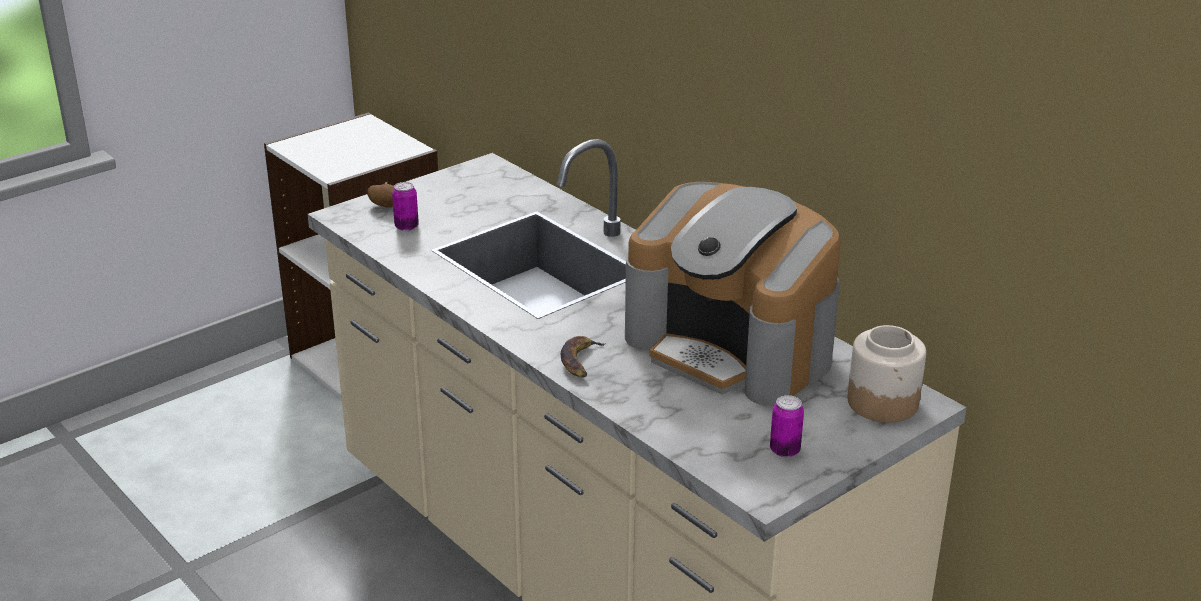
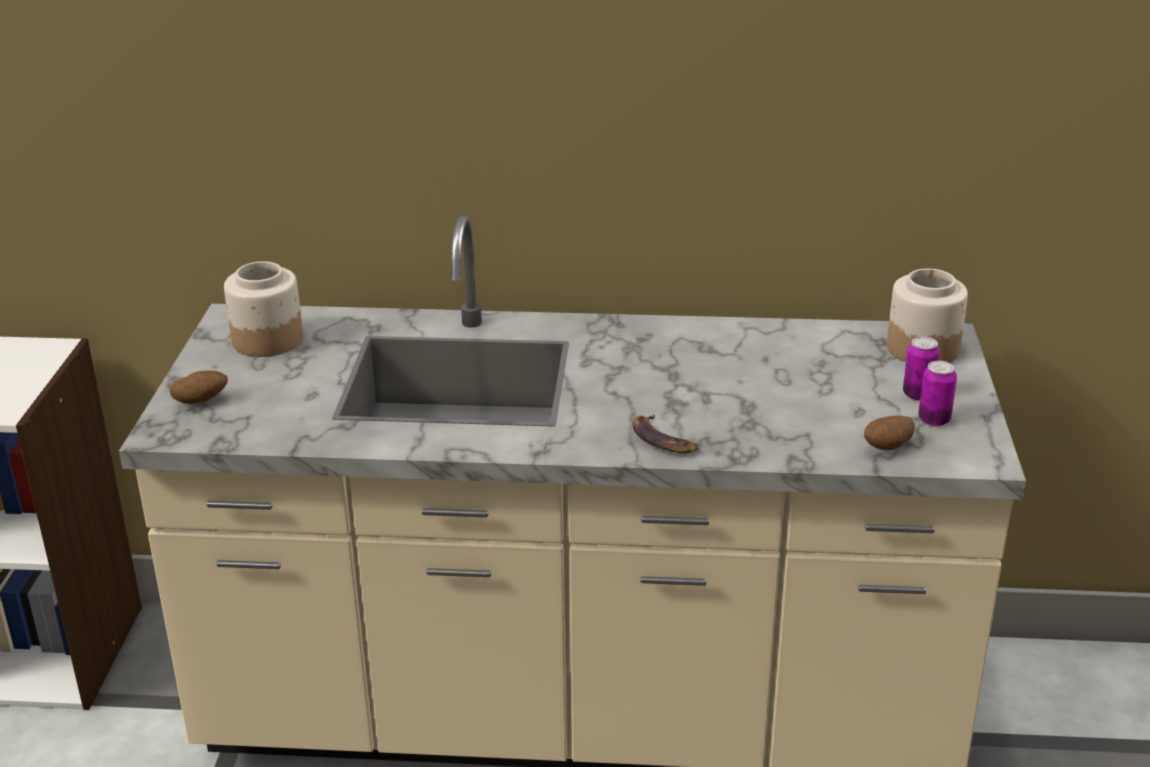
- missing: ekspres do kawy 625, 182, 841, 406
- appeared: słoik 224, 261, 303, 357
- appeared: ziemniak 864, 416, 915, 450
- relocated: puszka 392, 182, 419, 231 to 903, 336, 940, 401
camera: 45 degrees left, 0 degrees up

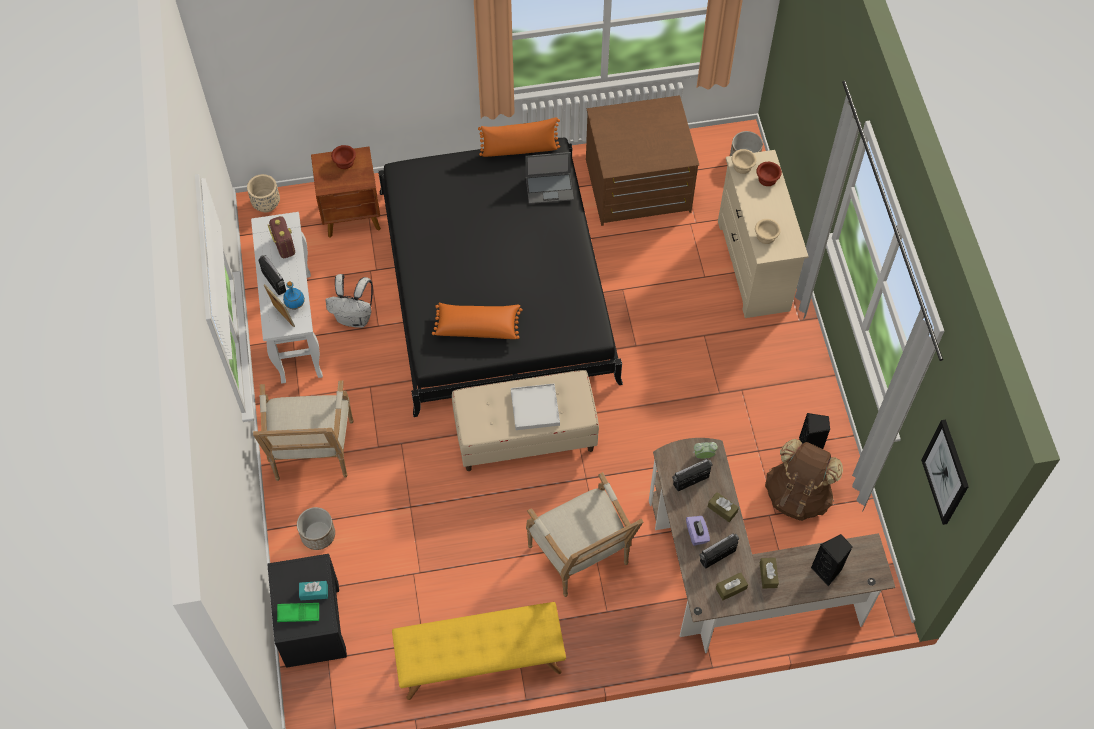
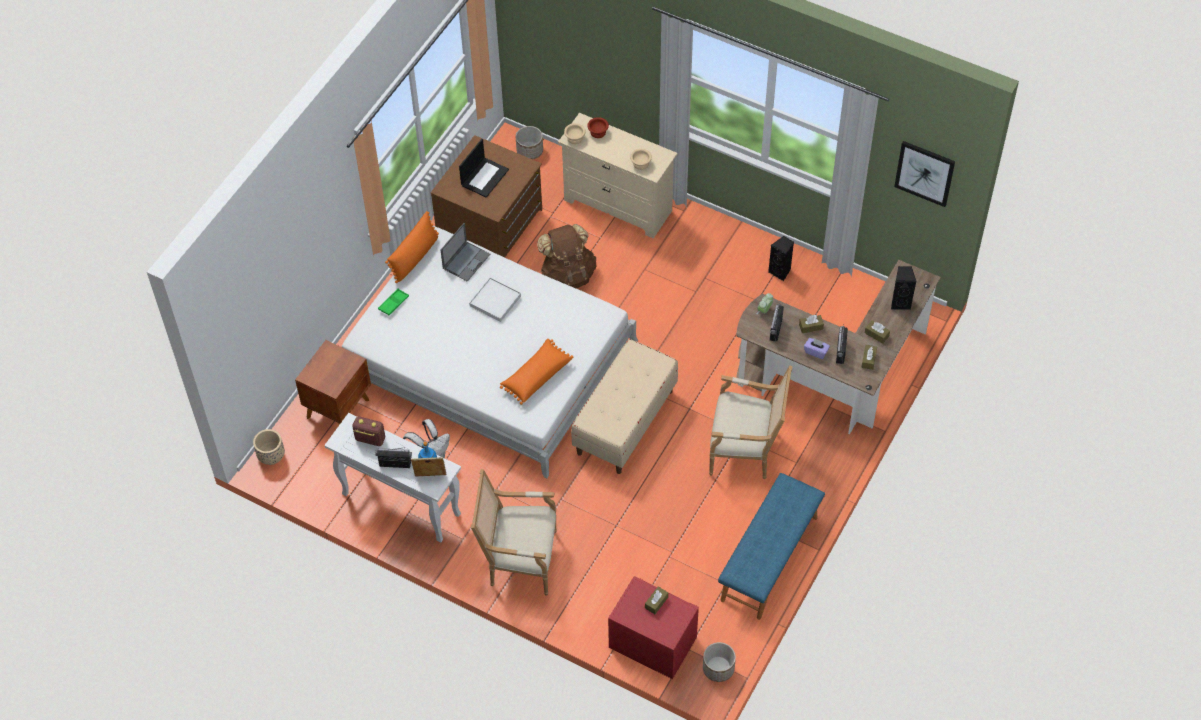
- missing: miska/brązowy 331, 145, 356, 169
- appeared: laptop 459, 139, 509, 198
- relocated: taca/zielony 277, 603, 319, 622 to 378, 289, 409, 315
- relocated: donica 297, 507, 335, 550 to 703, 642, 736, 682
- relocated: taca/biały 511, 384, 560, 430 to 469, 278, 521, 322
- relocated: plecak/brązowy 765, 439, 843, 521 to 537, 224, 597, 288
- colour: szafka nocna/czarny 267, 554, 347, 668 to szafka nocna/czerwony 608, 576, 699, 679
- colour: pudełko chusteczek/turkusowy 299, 581, 328, 600 to pudełko chusteczek/brązowy 645, 587, 668, 614
- colour: łóżko/czarny 378, 138, 623, 417 to łóżko/biały 342, 226, 638, 478
- colour: ławka/żółty 392, 602, 566, 700 to ławka/niebieski 718, 473, 825, 620
- spun: fotel 253, 380, 353, 481 = 471, 469, 557, 595 150 degrees clockwise
camera: 50 degrees left, 5 degrees down

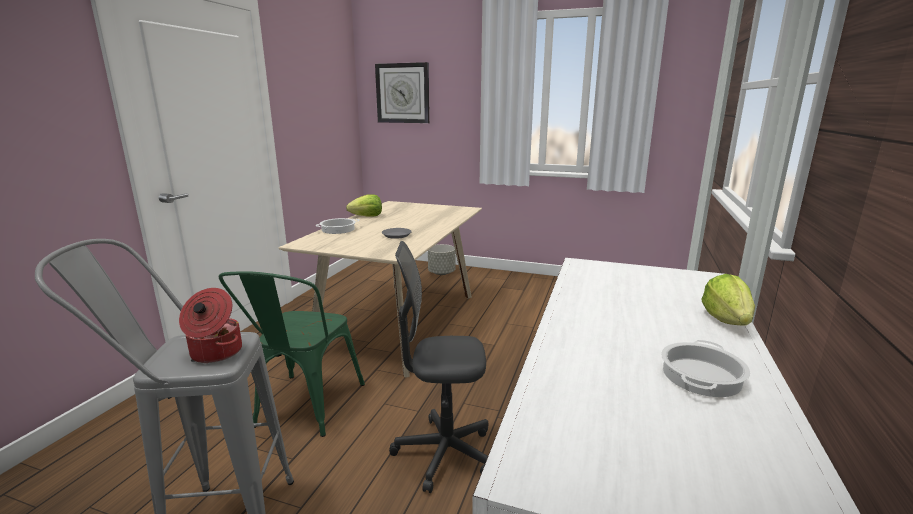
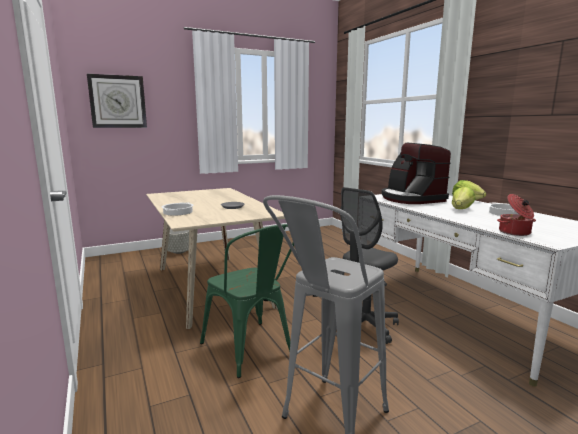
- appeared: ekspres do kawy 382, 143, 451, 204
- relocated: garnek 179, 288, 242, 363 to 497, 194, 536, 236
- relocated: sałata 346, 194, 382, 217 to 452, 186, 476, 209
camera: 45 degrees left, 5 degrees down

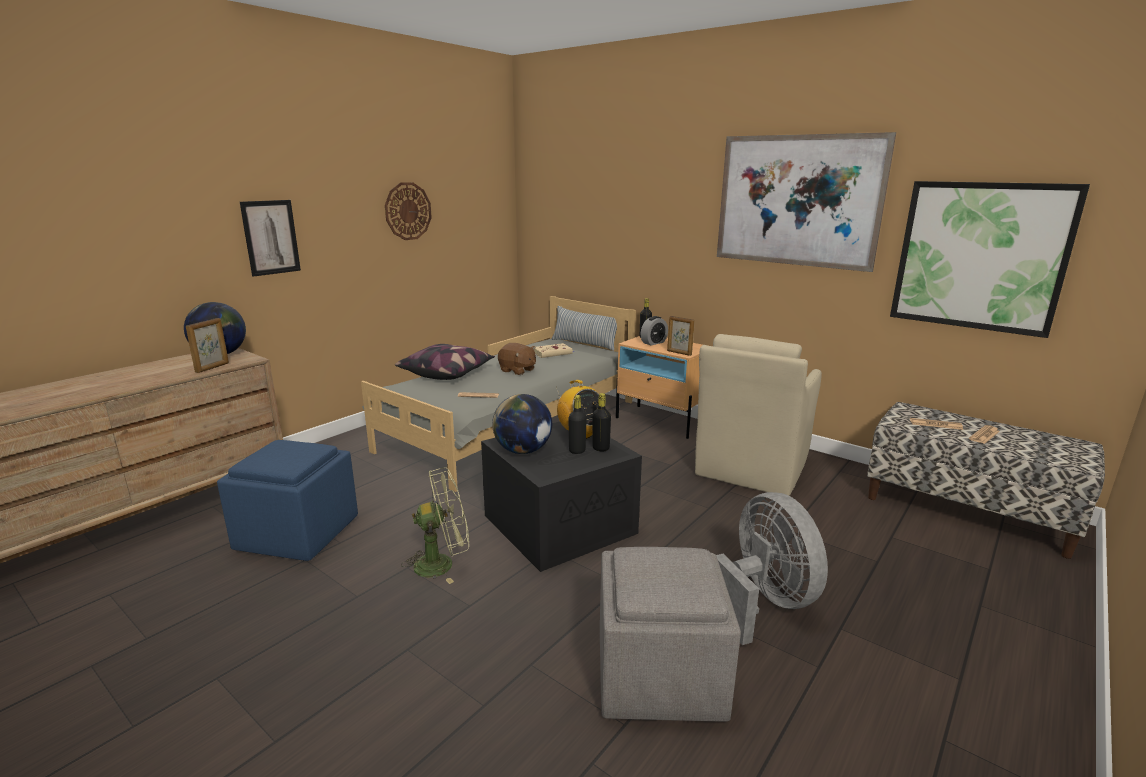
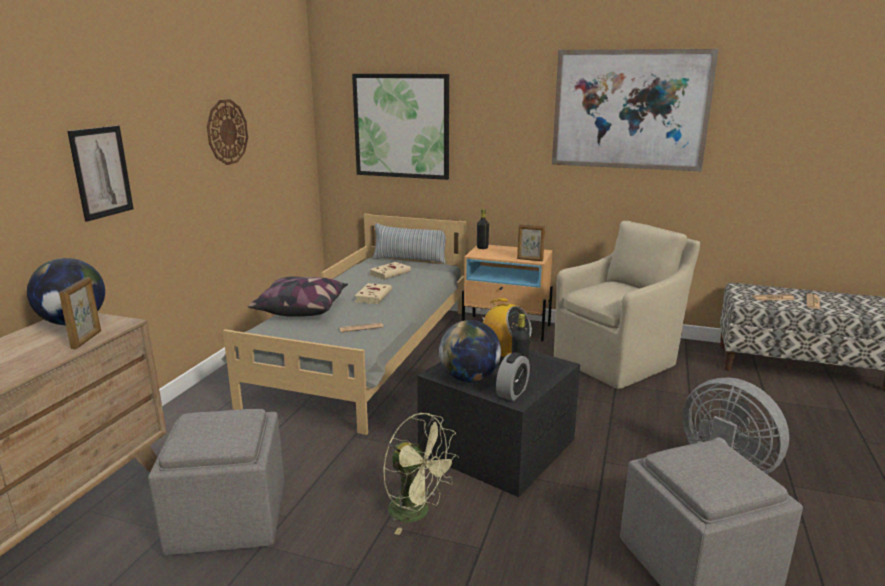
- missing: butelka/czarny 592, 393, 611, 451
- relocated: budzik 641, 316, 668, 345 to 496, 352, 530, 401
- relocated: obraz 890, 181, 1090, 338 to 352, 74, 449, 180
- exchanged: pluszak/brązowy 498, 343, 536, 375 to książka/beżowy 355, 283, 392, 304
- colour: pufa/niebieski 217, 440, 358, 561 to pufa/szary 148, 409, 284, 555
- spun: wentylator/zielony 401, 467, 469, 584 = 383, 413, 459, 535 75 degrees clockwise
- spun: fotel/beżowy 695, 334, 822, 496 = 554, 221, 700, 389 135 degrees counterclockwise
camera: 20 degrees left, 0 degrees up

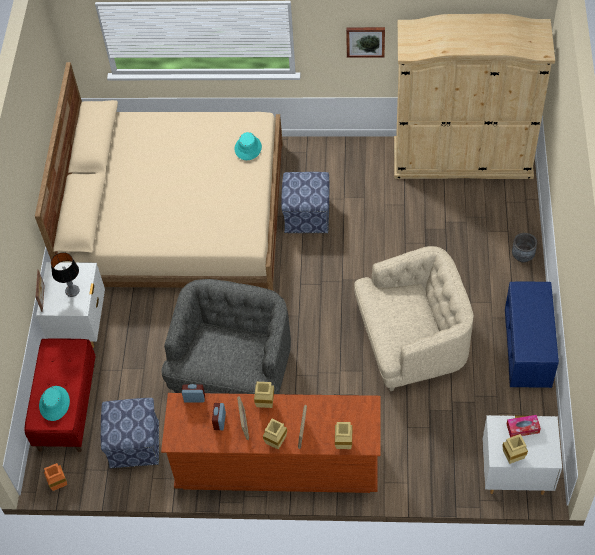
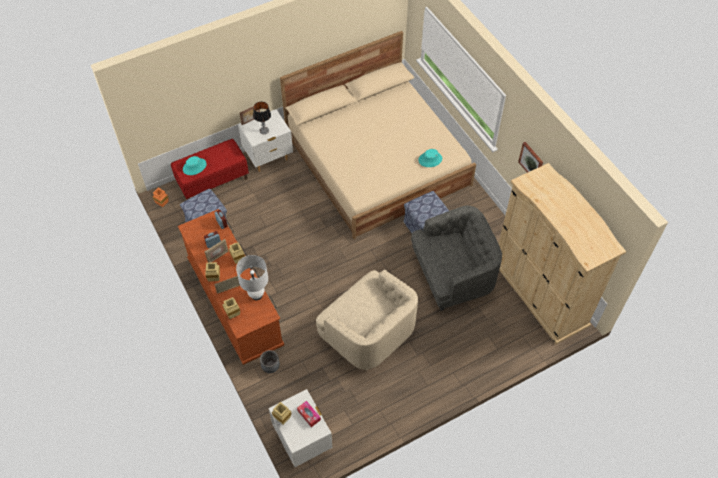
- missing: ławka/niebieski 505, 282, 559, 388
- appeared: lampa stołowa/biały 236, 255, 268, 300
- relocated: fotel/szary 161, 279, 291, 394 to 411, 206, 502, 311
- relocated: donica/szary 512, 233, 537, 263 to 260, 350, 280, 373
camera: 55 degrees right, 0 degrees up

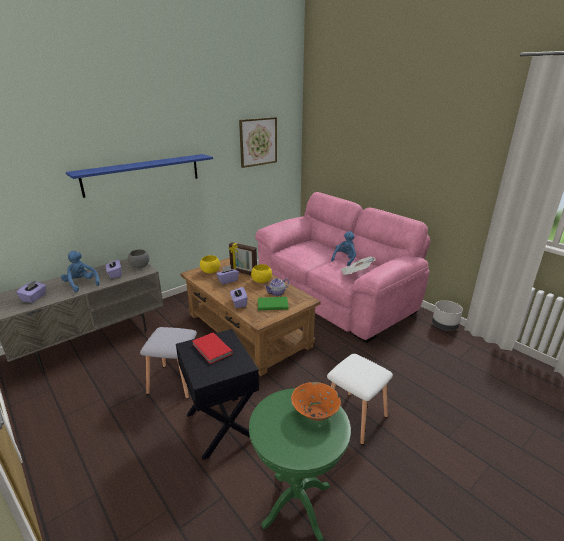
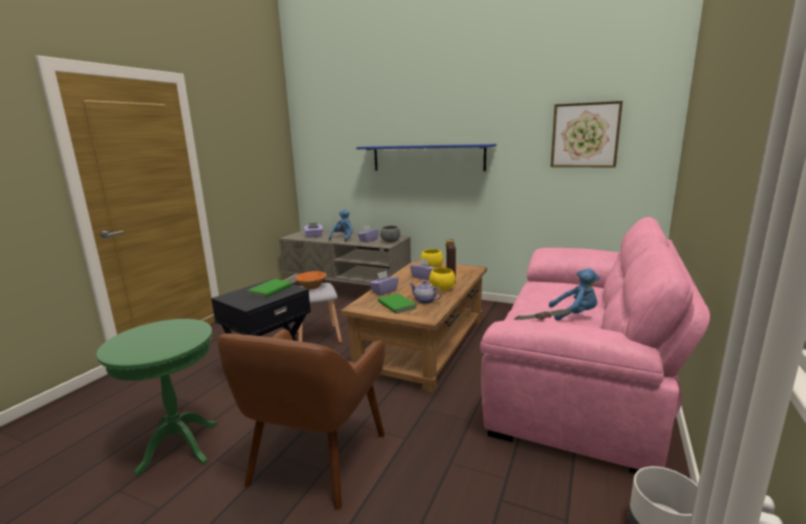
- relocated: miska/pomarańczowy 291, 382, 341, 421 to 296, 271, 327, 290
- exchanged: stołek/biały 327, 354, 393, 445 to fotel/brązowy 218, 329, 385, 510
- colour: książka/czerwony 192, 332, 233, 364 to książka/zielony 247, 279, 292, 298
camera: 65 degrees right, 10 degrees down

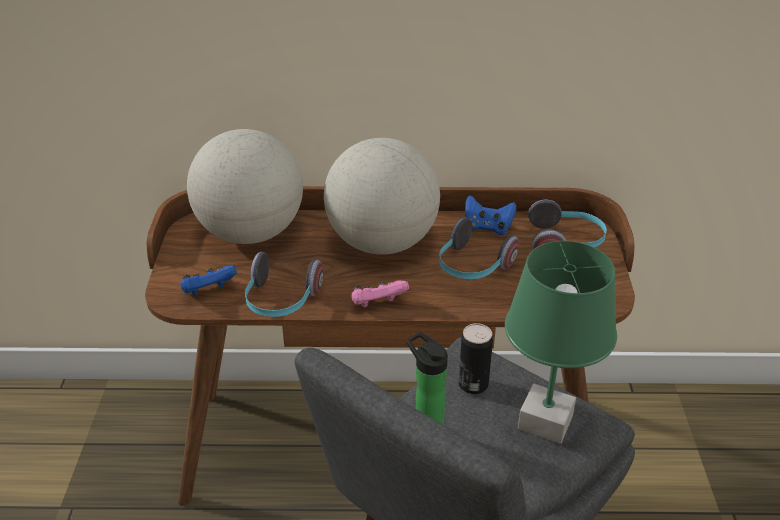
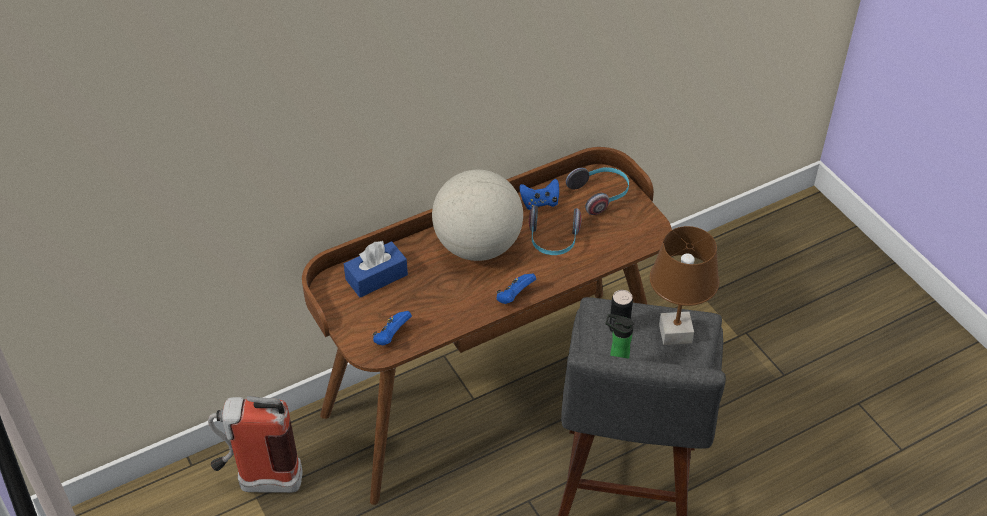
- missing: słuchawki 245, 252, 324, 317
- appeared: gaśnica 208, 396, 303, 493
- exchanged: globus 187, 129, 303, 244 to pudełko chusteczek/niebieski 344, 241, 408, 298
- colour: pad do gier/różowy 351, 281, 409, 308 to pad do gier/niebieski 496, 274, 536, 304
- colour: lampa stołowa/zielony 505, 241, 617, 444 to lampa stołowa/brązowy 650, 226, 719, 345
camera: 30 degrees left, 10 degrees up

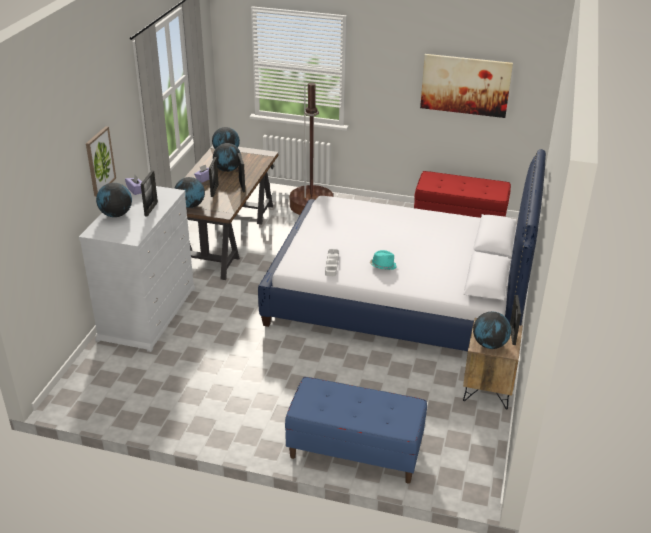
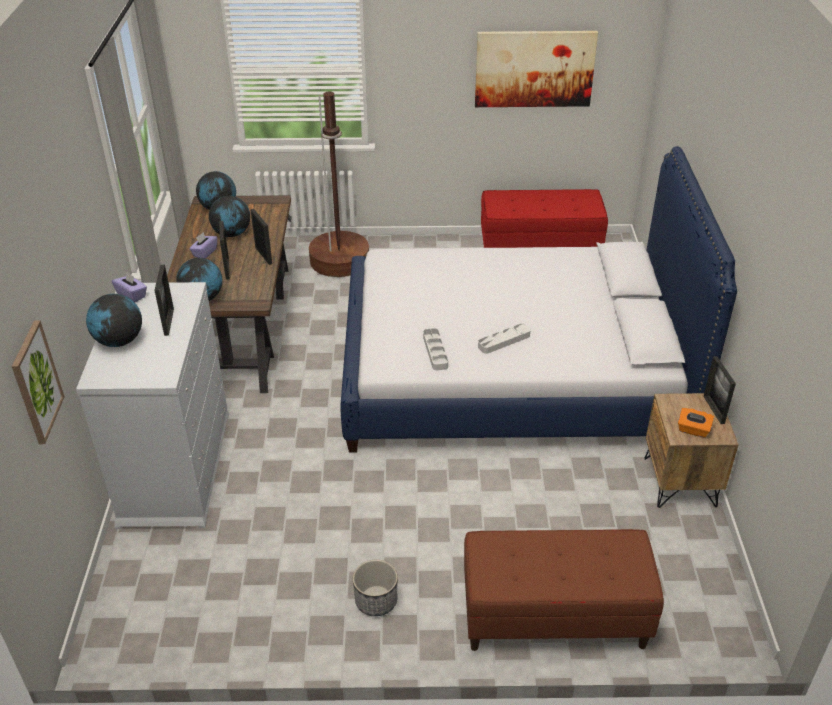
- appeared: donica 353, 560, 398, 616
- relocated: obraz 86, 126, 116, 197 to 12, 320, 64, 444
- exchanged: kapelusz/turkusowy 370, 250, 397, 270 to taca/szary 478, 323, 530, 354
- exchanged: globus 473, 312, 511, 349 to pudełko chusteczek/pomarańczowy 678, 408, 714, 438
- colour: ławka/niebieski 285, 377, 427, 484 to ławka/brązowy 464, 529, 664, 651
camera: 15 degrees left, 5 degrees up

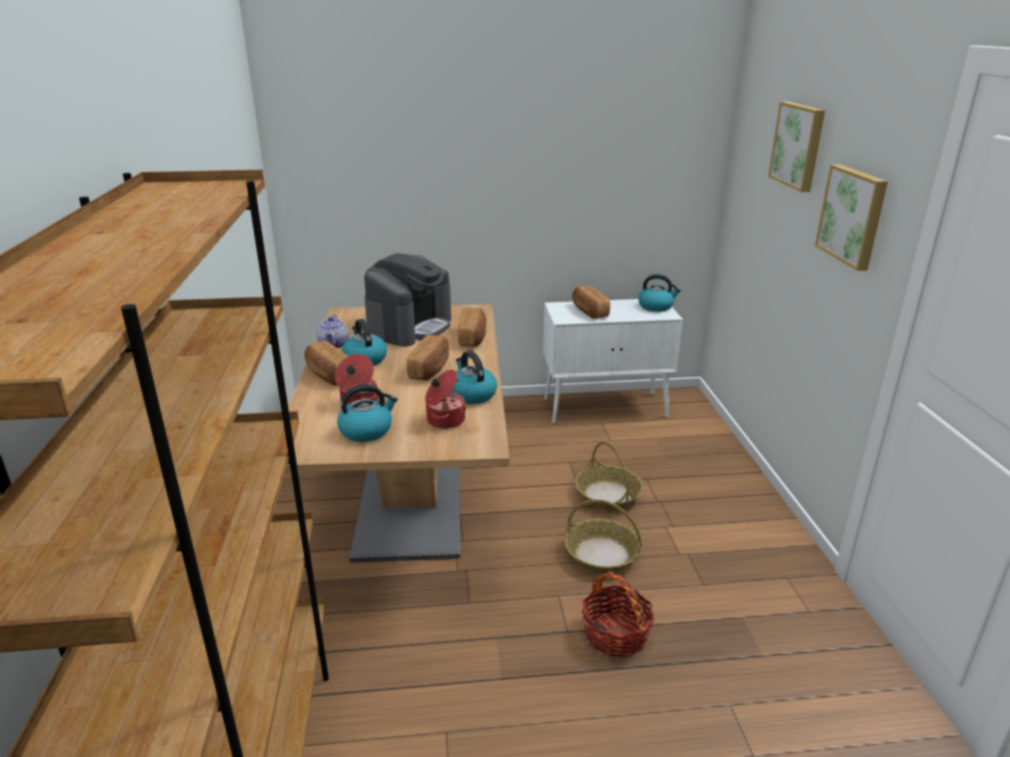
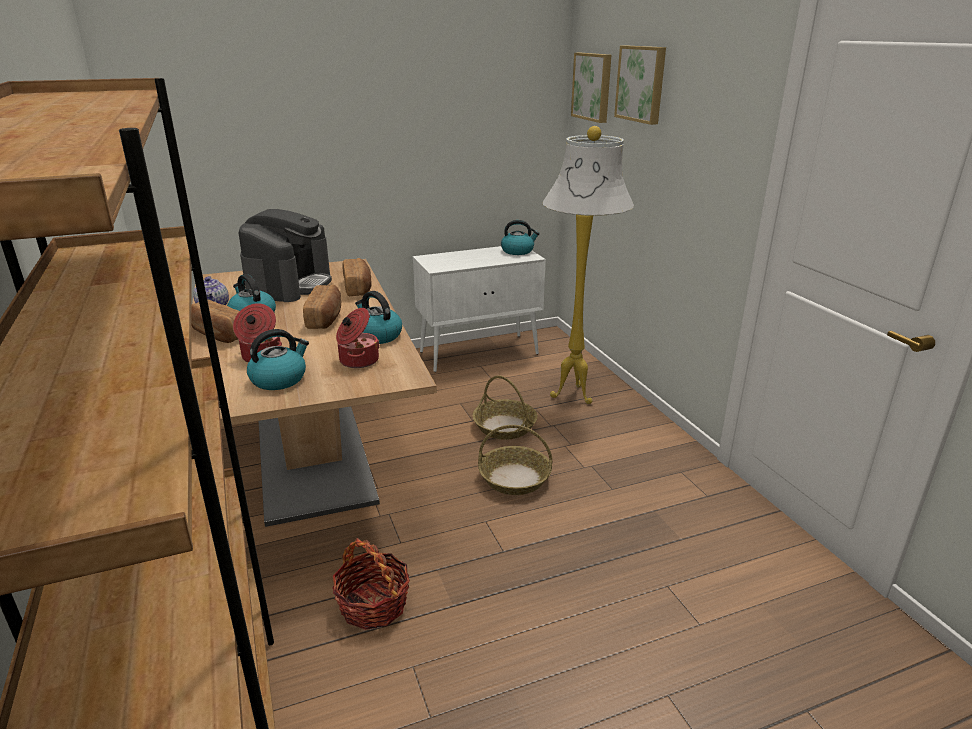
- missing: chleb 572, 285, 610, 319
- appeared: lampa stojąca/biały 543, 126, 634, 404
- relocated: koszyk 582, 571, 655, 657 to 332, 538, 410, 630
- relocated: obraz 815, 164, 888, 271 to 571, 53, 611, 123
camera: 15 degrees left, 0 degrees up

